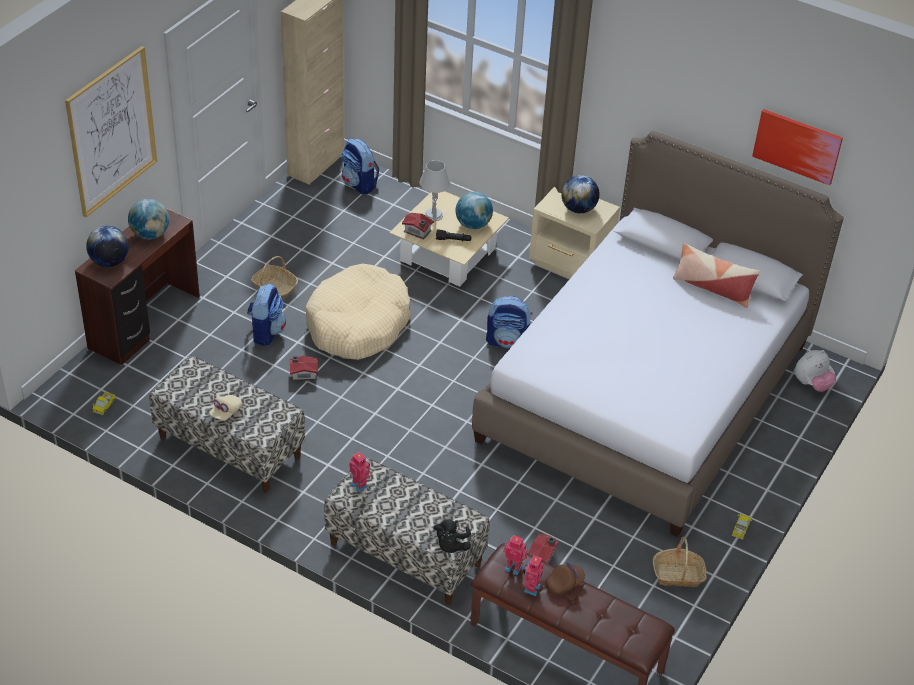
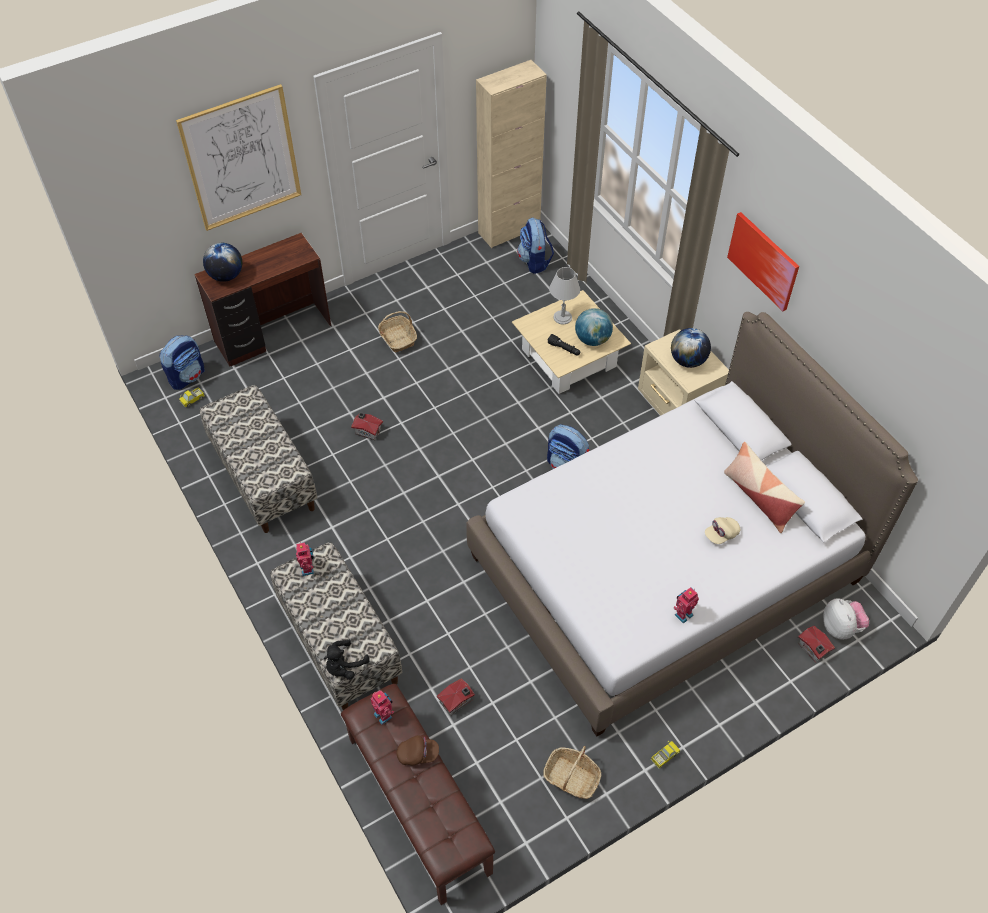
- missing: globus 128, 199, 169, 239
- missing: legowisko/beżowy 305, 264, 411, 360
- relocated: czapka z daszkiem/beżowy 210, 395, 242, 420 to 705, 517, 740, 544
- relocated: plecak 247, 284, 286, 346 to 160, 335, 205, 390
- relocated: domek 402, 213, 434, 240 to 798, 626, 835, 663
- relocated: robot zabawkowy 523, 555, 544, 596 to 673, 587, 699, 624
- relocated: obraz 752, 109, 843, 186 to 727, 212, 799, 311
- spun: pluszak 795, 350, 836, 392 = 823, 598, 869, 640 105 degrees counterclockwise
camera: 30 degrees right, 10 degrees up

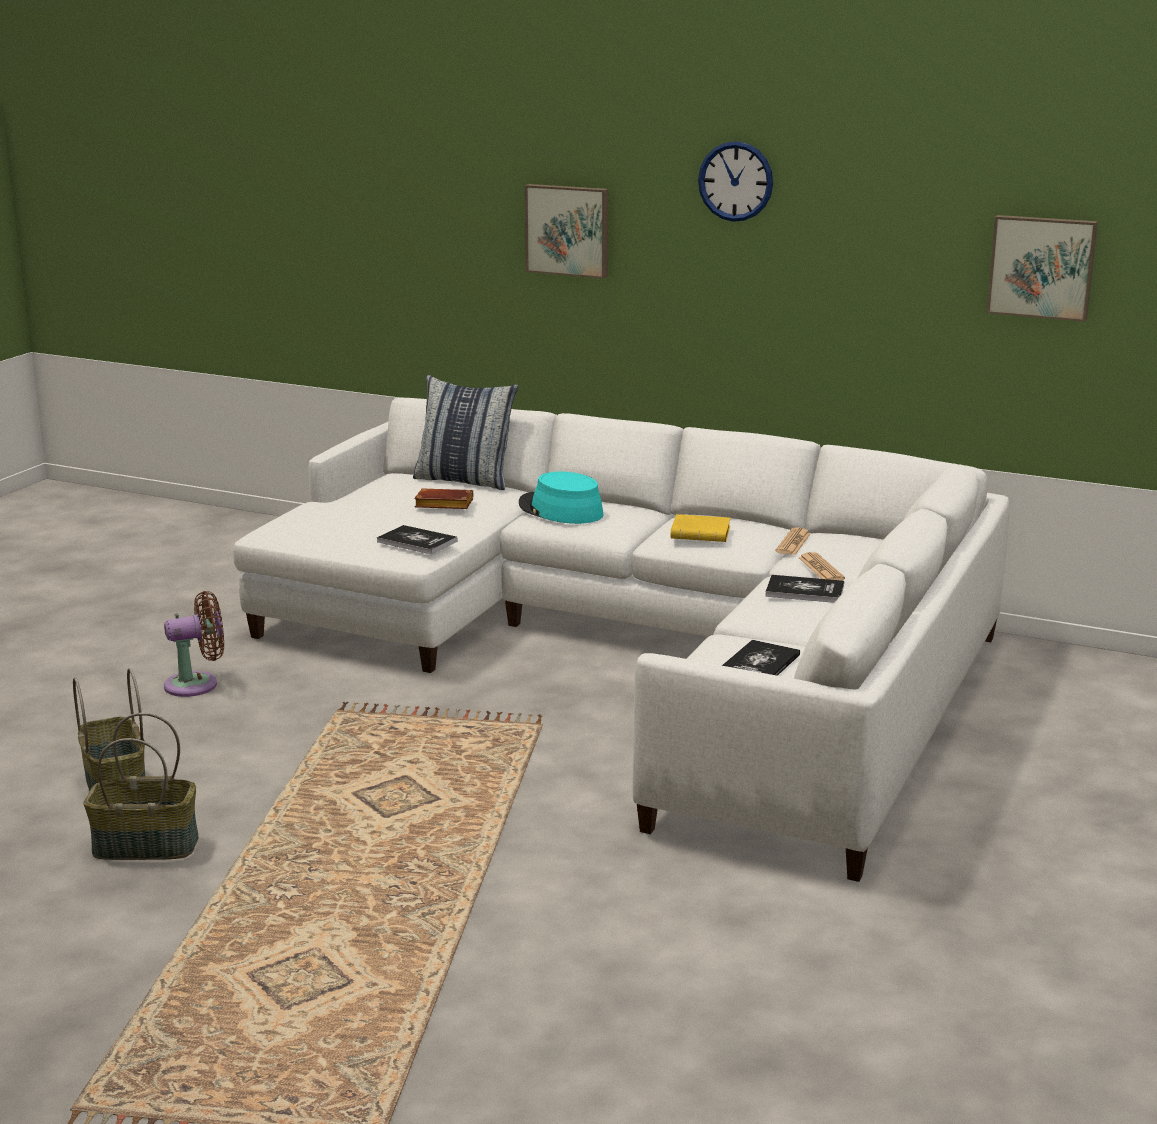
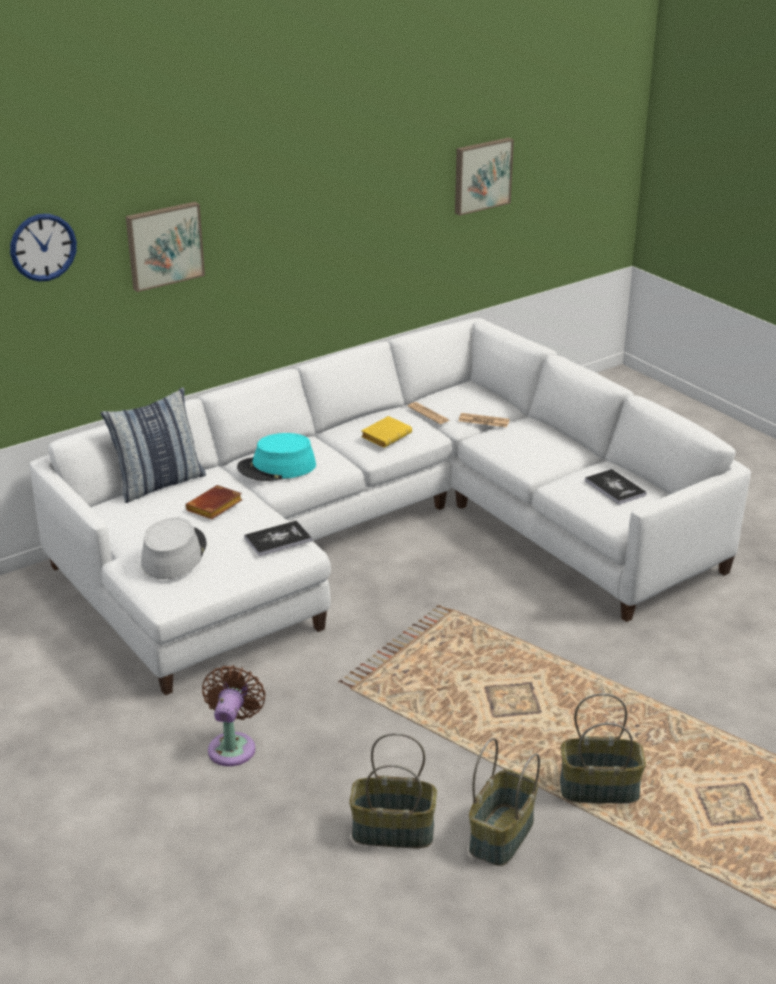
- missing: książka 765, 575, 844, 603
- appeared: kapelusz/szary 141, 517, 207, 579
- appeared: koszyk 560, 693, 646, 803
- relocated: zegar ścienny 698, 141, 773, 222 to 10, 214, 77, 282
camera: 60 degrees left, 10 degrees up

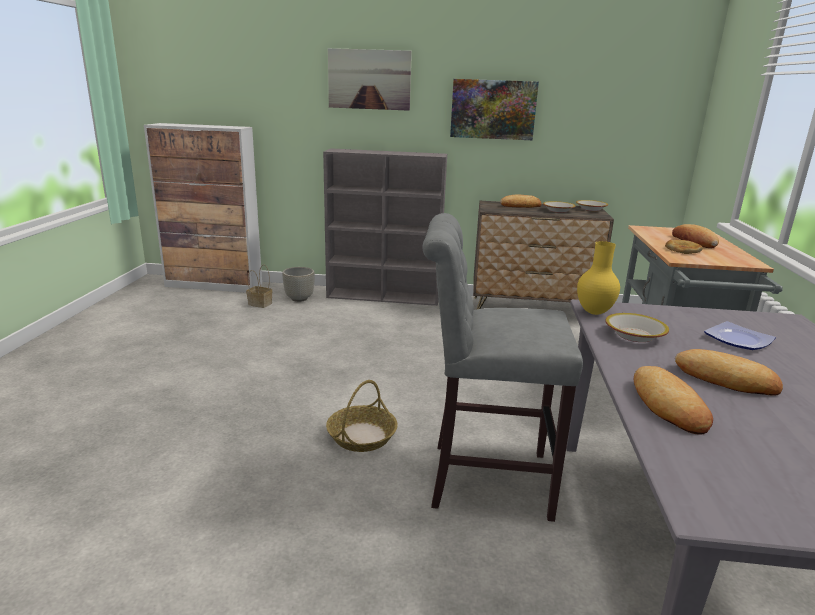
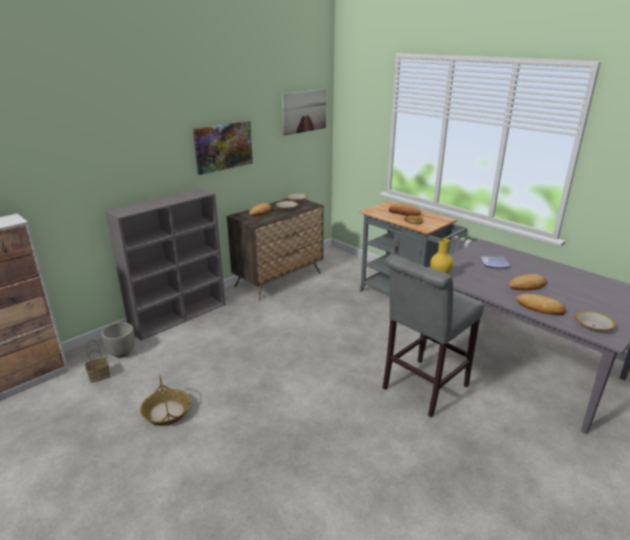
- relocated: koszyk 326, 380, 398, 452 to 140, 375, 191, 426
- relocated: obraz 328, 48, 412, 111 to 282, 89, 326, 136
- relocated: miska 605, 313, 669, 342 to 575, 311, 616, 332
camera: 50 degrees left, 5 degrees up

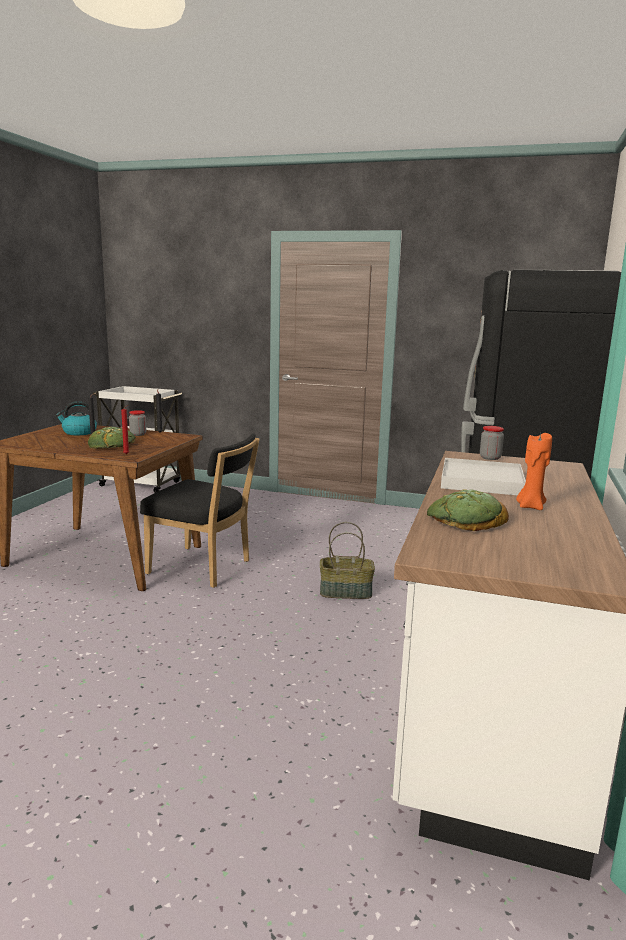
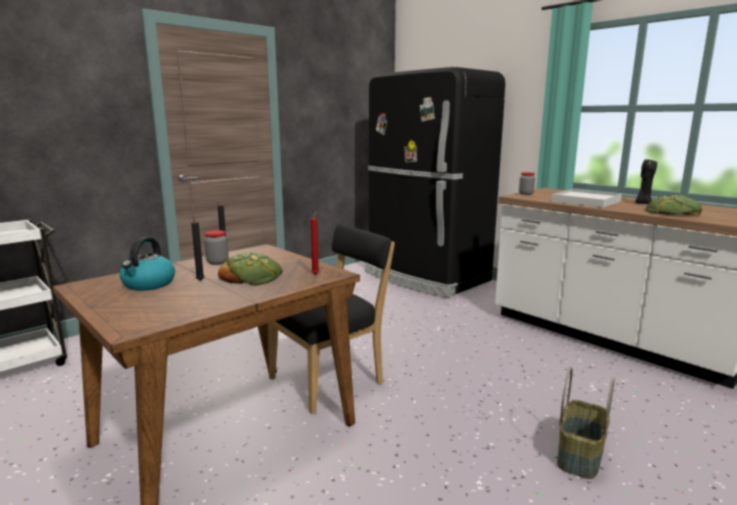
- relocated: koszyk 320, 522, 375, 599 to 557, 367, 615, 479
- colour: świeca/pomarańczowy 516, 433, 552, 510 to świeca/czarny 635, 159, 657, 204
camera: 60 degrees left, 0 degrees up

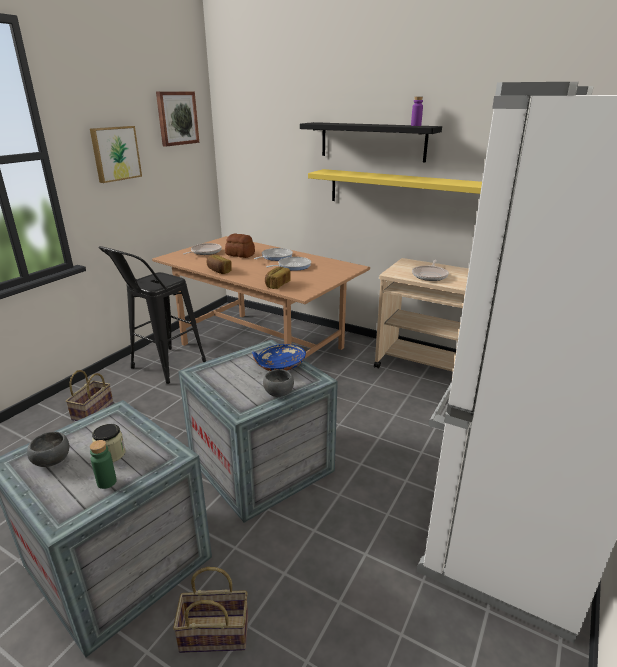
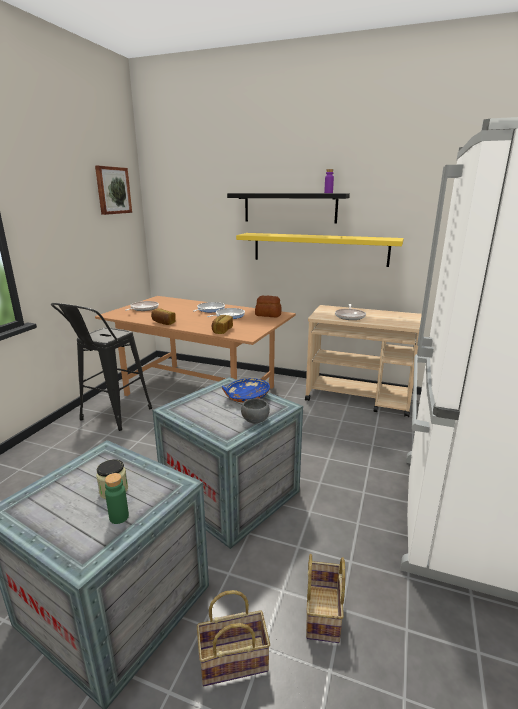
- missing: miska/szary 27, 432, 69, 467
- missing: obraz 90, 126, 142, 183
- relocated: koszyk 65, 370, 113, 421 to 306, 554, 345, 643
- relocated: chleb 225, 234, 255, 258 to 255, 295, 282, 317
camera: 10 degrees left, 5 degrees down

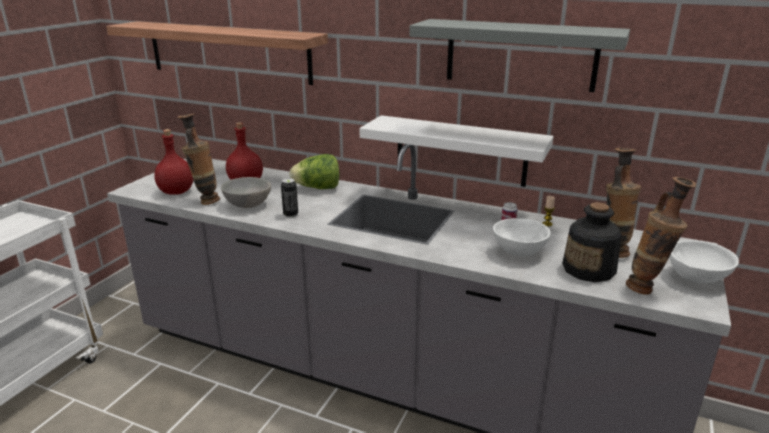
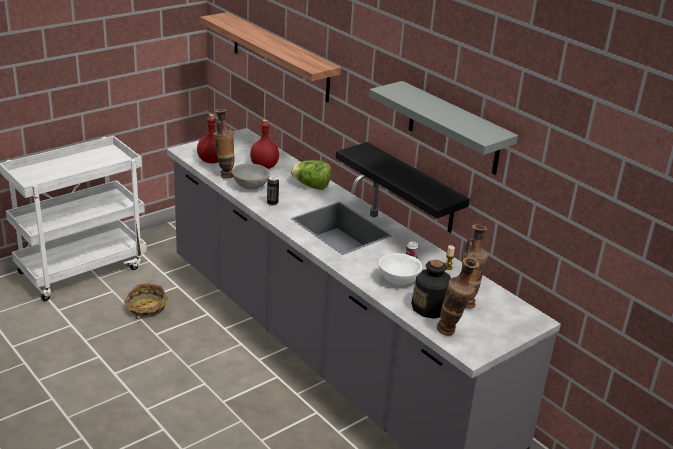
- missing: miska/biały 669, 240, 739, 283
- appeared: koszyk 124, 283, 168, 319
- colour: półka/biały 360, 115, 553, 187 to półka/czarny 336, 142, 470, 233
camera: 25 degrees right, 5 degrees up

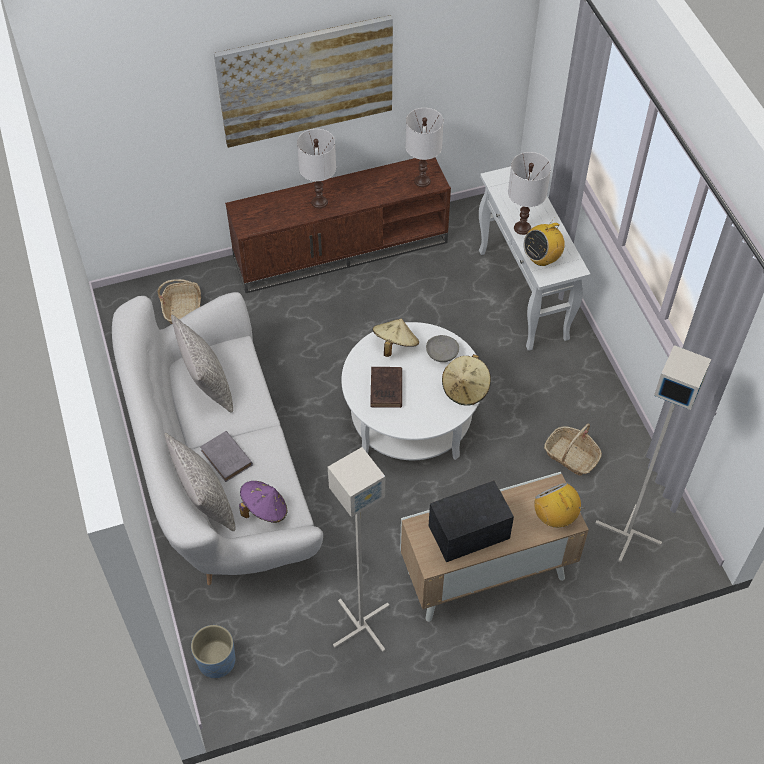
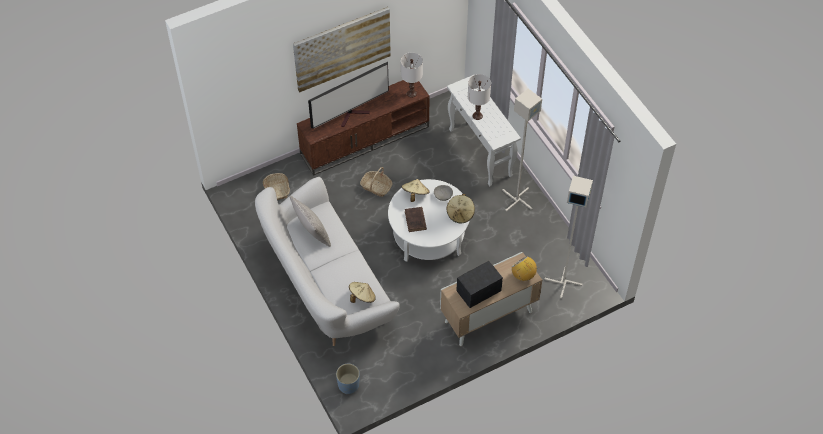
- missing: poduszka/szary 164, 433, 236, 531
- missing: książka/szary 200, 431, 253, 482
- missing: radio 523, 217, 565, 266
- relocated: lampa stojąca/szary 328, 447, 390, 652 to 502, 89, 542, 212
- relocated: koszyk 544, 423, 602, 476 to 360, 167, 392, 197
- exchanged: lampa stołowa/biały 297, 129, 336, 209 to telewizor 308, 62, 389, 129
- colour: kapelusz/fioletowy 239, 481, 288, 523 to kapelusz/beżowy 349, 282, 376, 303
camera: 10 degrees left, 0 degrees up

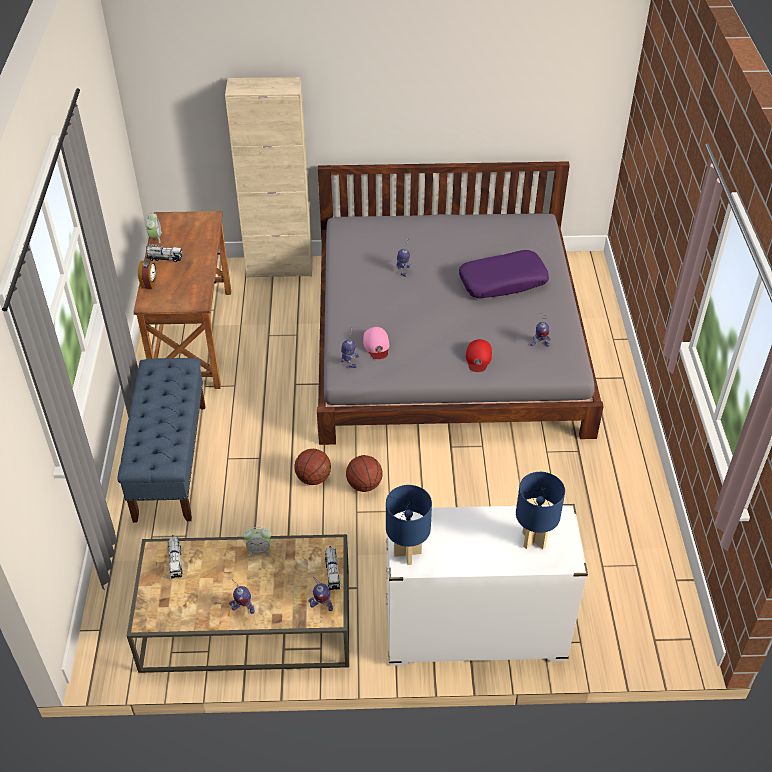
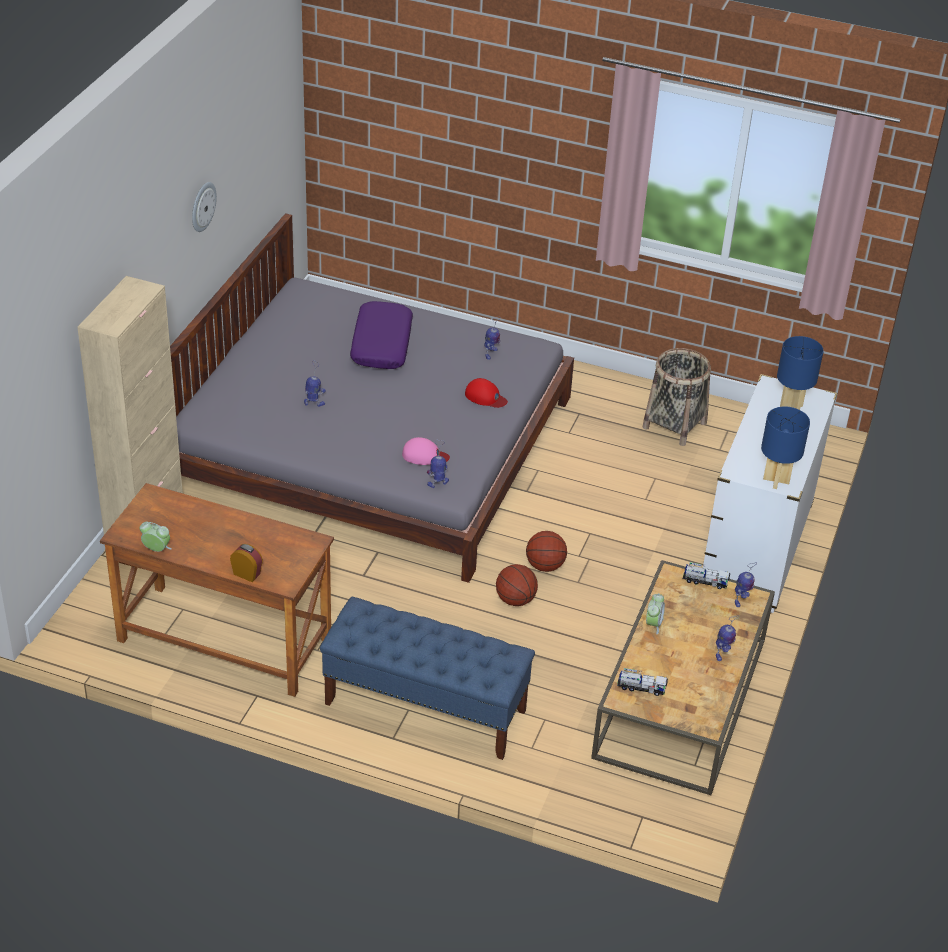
- missing: ciężarówka zabawkowa 146, 244, 182, 262
- appeared: zegar ścienny 192, 182, 217, 232
- appeared: koszyk 642, 348, 711, 446
camera: 70 degrees left, 5 degrees down

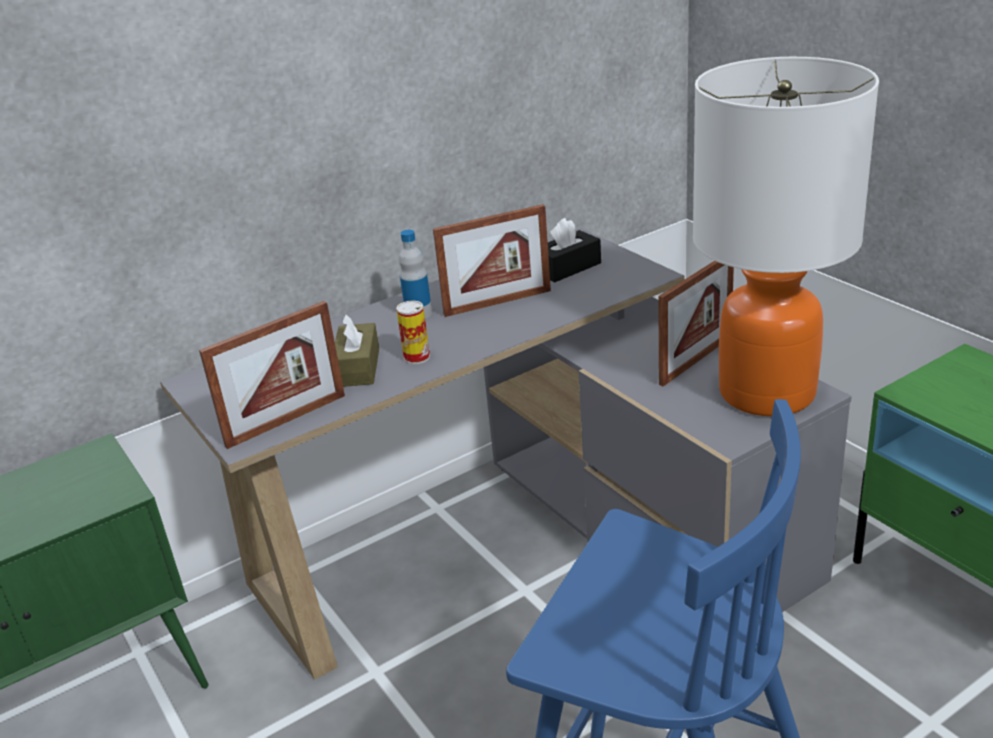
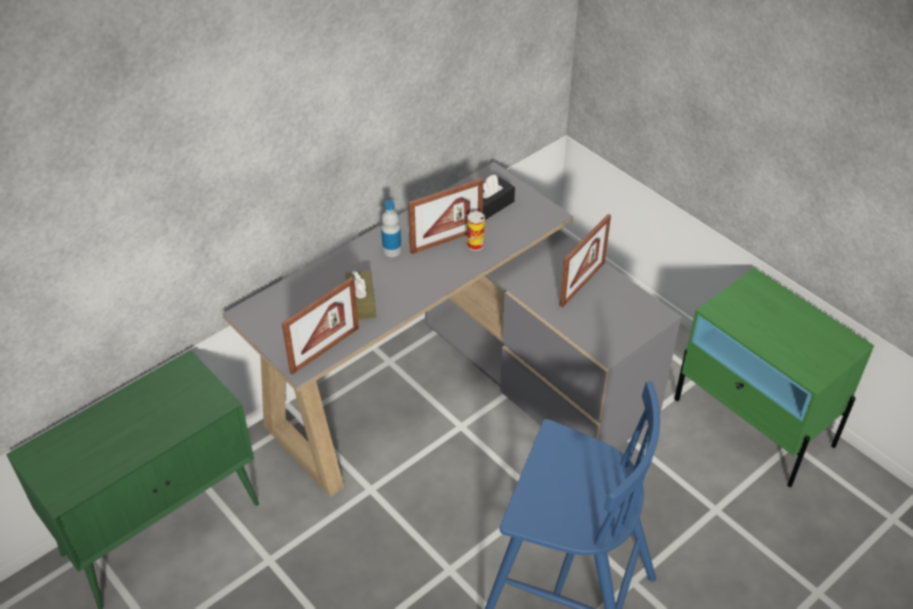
- missing: lampa stołowa 693, 57, 879, 416
- relocated: puszka 396, 301, 430, 364 to 467, 211, 485, 251
camera: 10 degrees left, 15 degrees up

